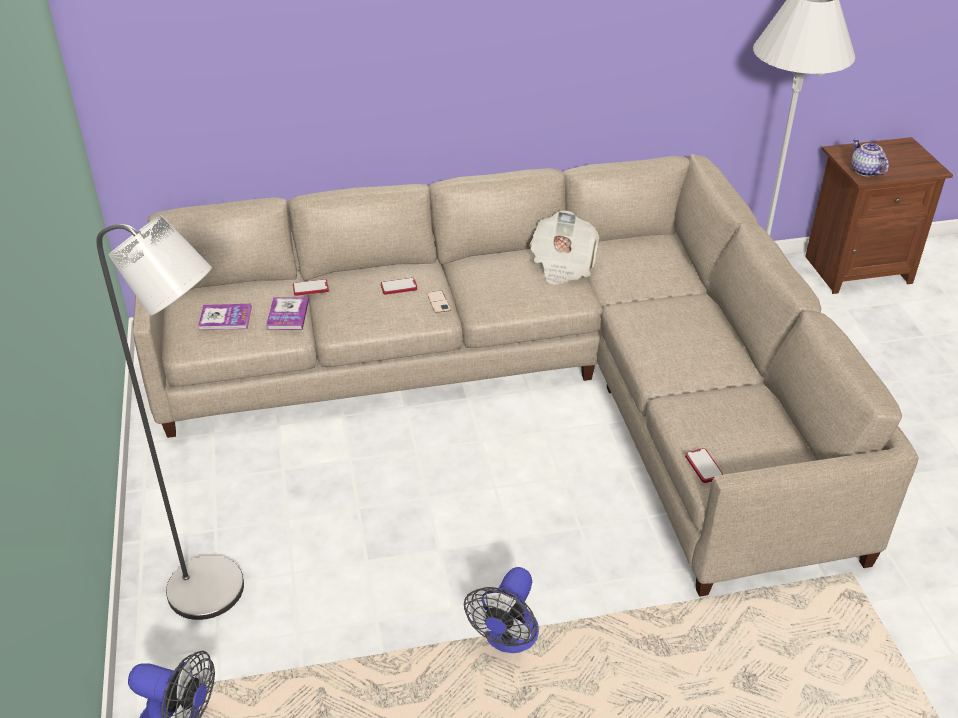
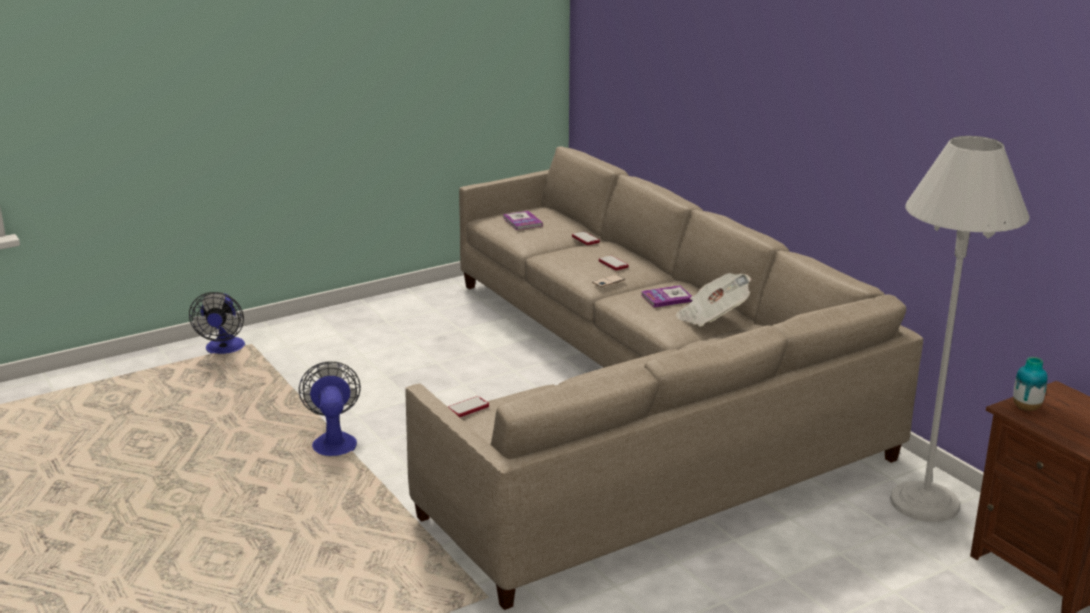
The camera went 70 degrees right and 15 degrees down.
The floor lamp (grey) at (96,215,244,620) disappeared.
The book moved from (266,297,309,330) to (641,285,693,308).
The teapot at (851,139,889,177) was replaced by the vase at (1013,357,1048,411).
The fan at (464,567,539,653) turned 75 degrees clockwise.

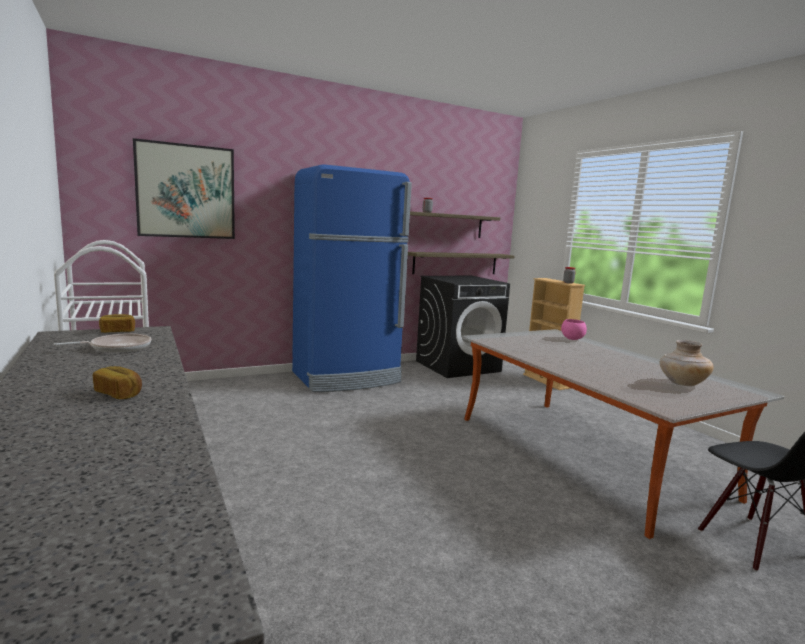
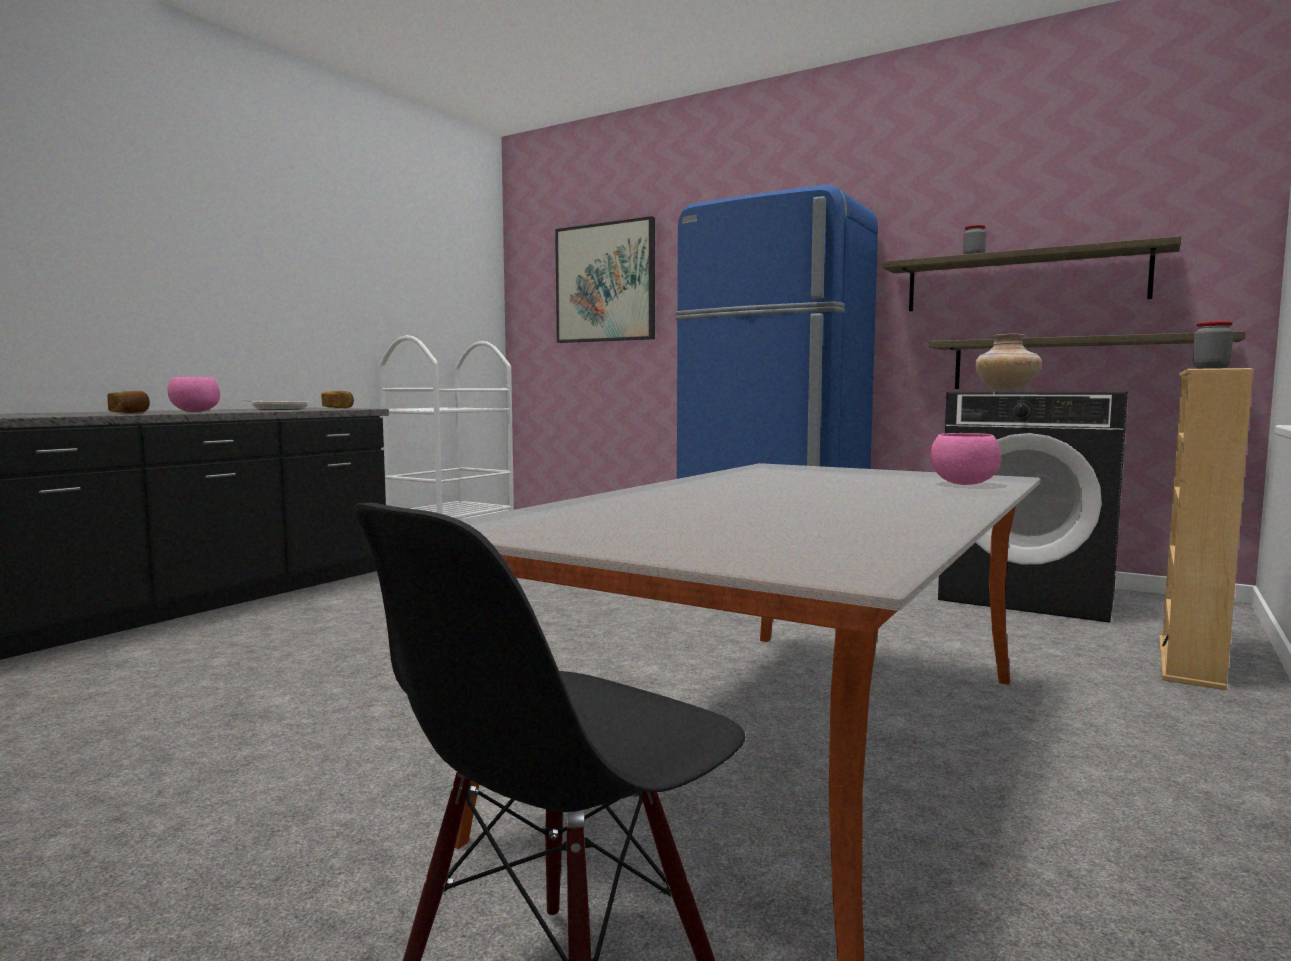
The camera went 60 degrees right and 5 degrees down.
The bowl (pink) at (167,377,220,412) appeared.
The vase (beige) moved from (660,340,714,386) to (975,334,1042,391).

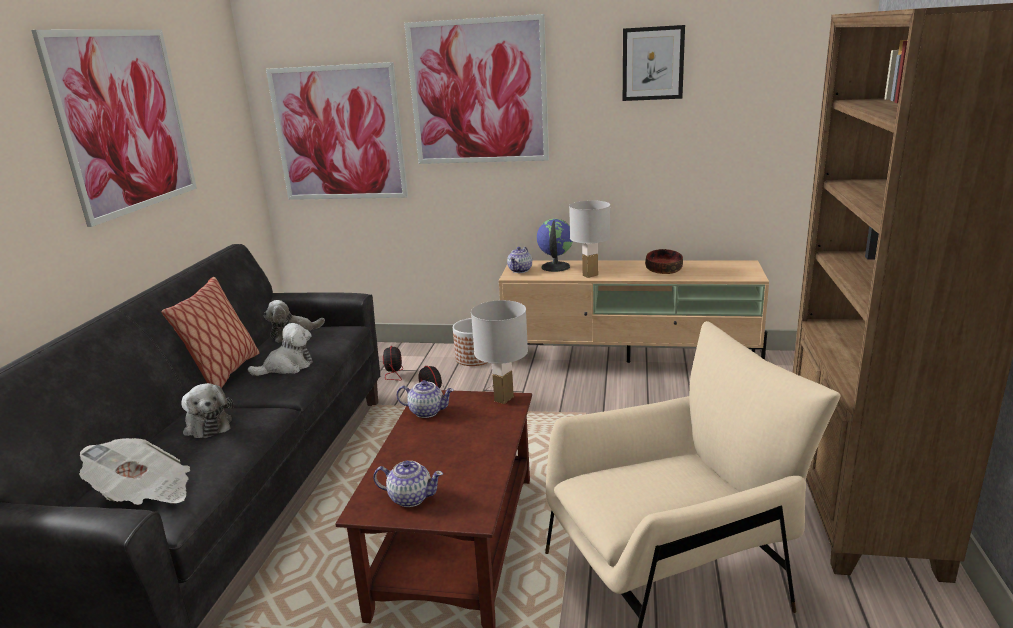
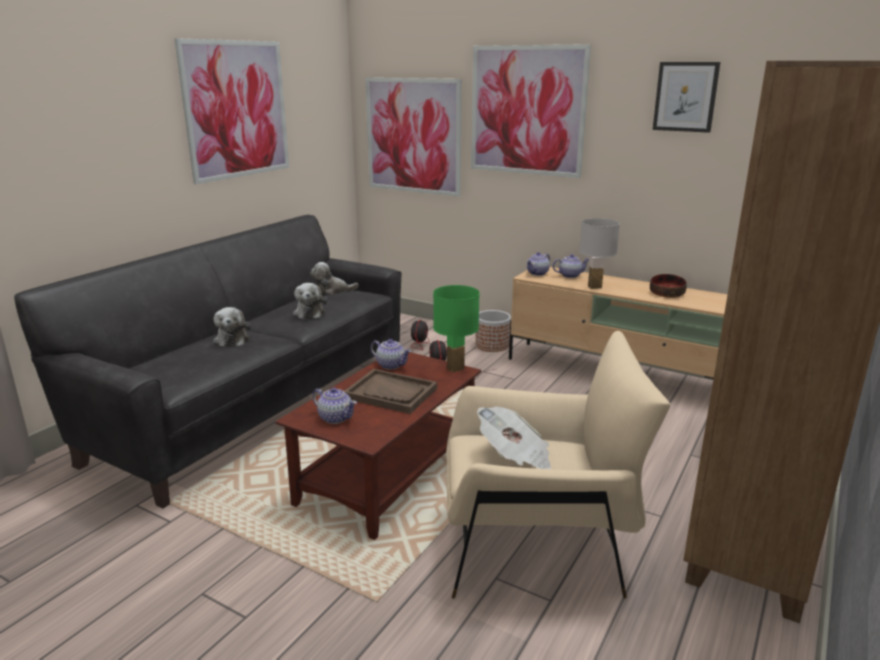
The camera went 20 degrees right and 0 degrees up.
The pillow at (162,277,259,388) disappeared.
The tray (brown) at (344,369,437,414) appeared.
The newspaper moved from (79,438,190,505) to (477,406,551,469).
The globe at (537,219,573,272) was replaced by the teapot at (553,254,590,278).
The table lamp (white) at (471,300,528,404) became the table lamp (green) at (433,285,480,372).
The plush toy at (248,323,313,376) turned 90 degrees clockwise.

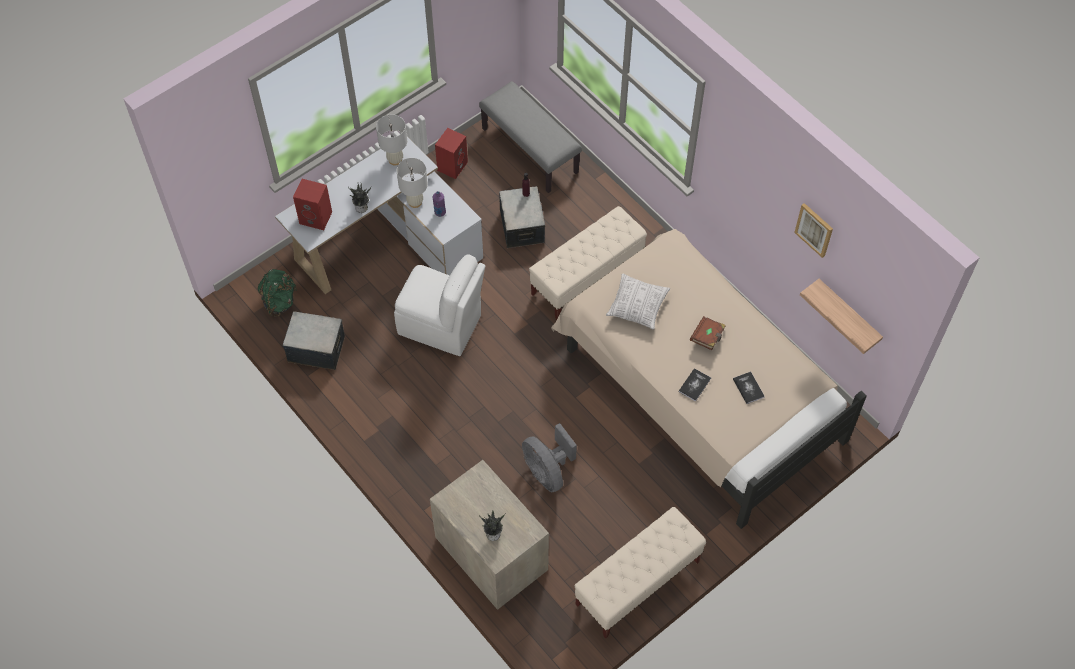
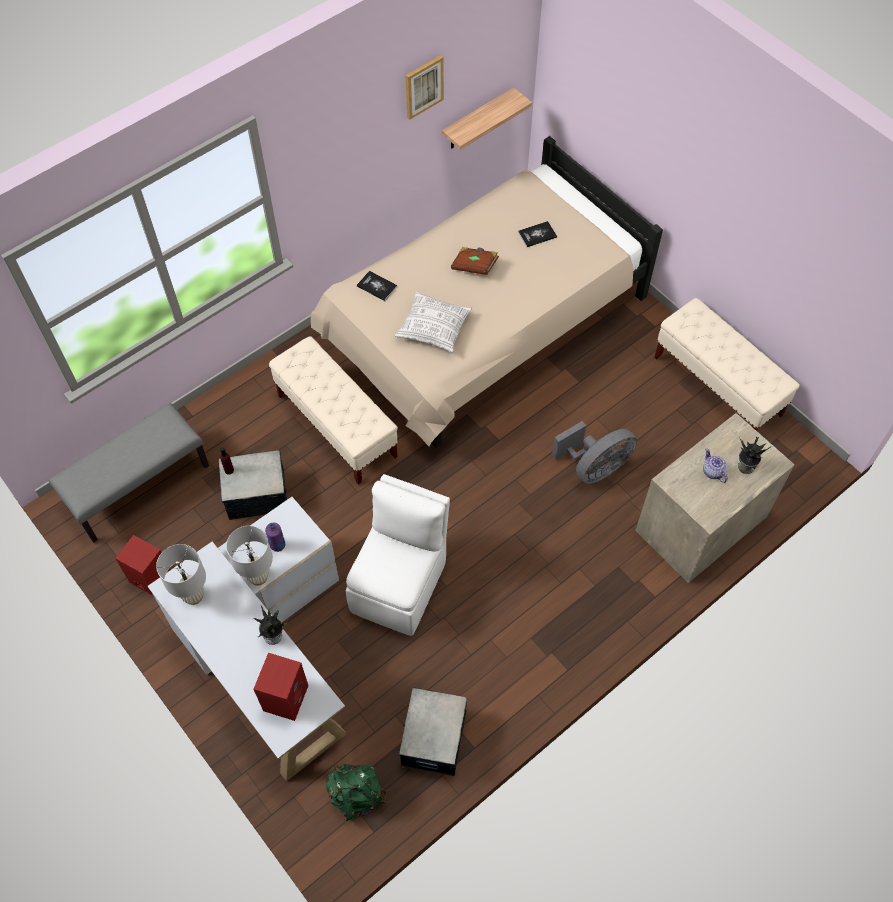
The camera went 90 degrees left and 0 degrees up.
The teapot at (703,448,727,483) appeared.
The book moved from (678,368,711,402) to (357,271,397,301).

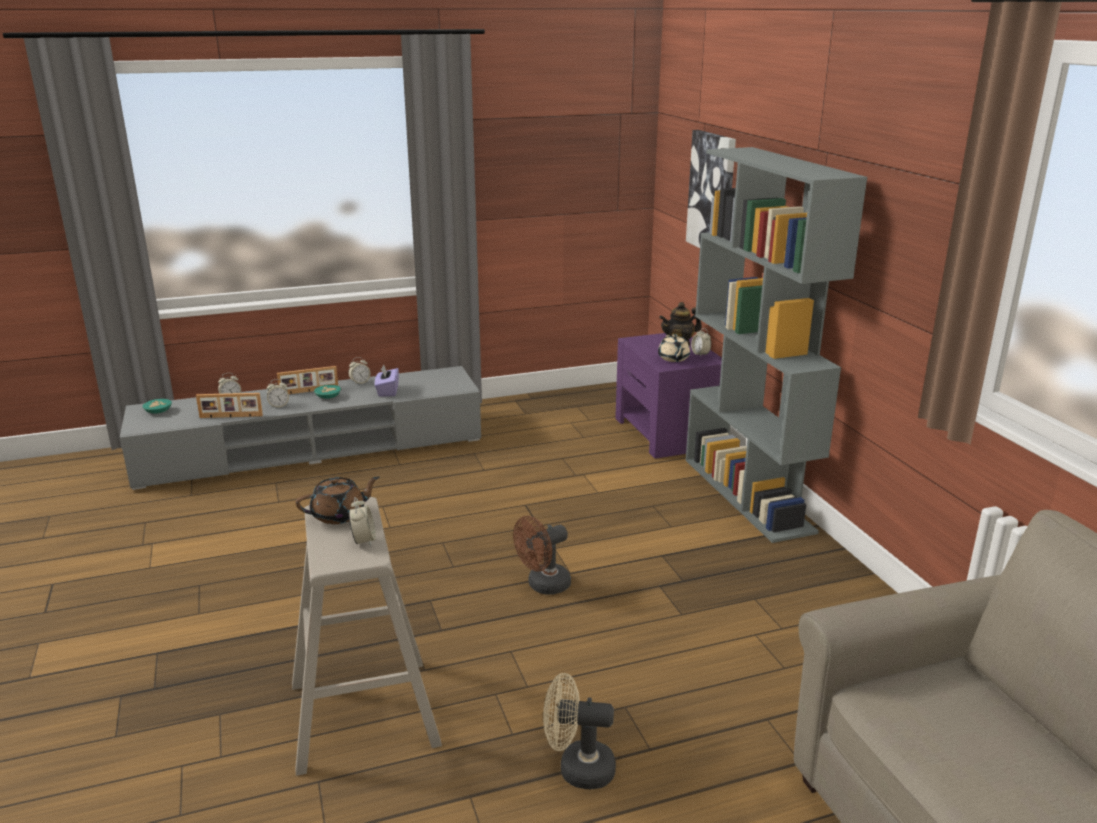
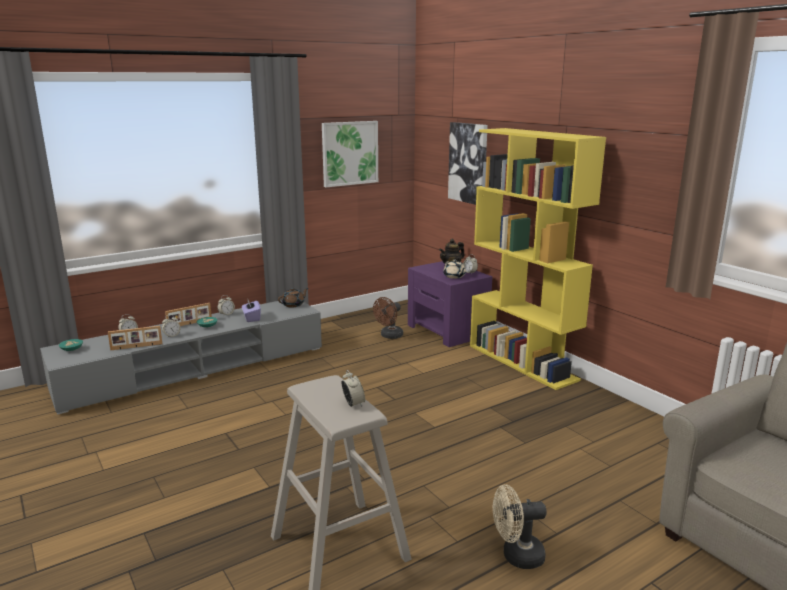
The camera went 15 degrees left and 5 degrees down.
The picture at (322,121,378,187) appeared.
The teapot (brown) moved from (295,476,379,524) to (278,288,308,307).
The fan (brown) moved from (513,516,571,594) to (373,297,403,339).
The bookcase (grey) at (686,147,867,543) became the bookcase (yellow) at (470,128,606,390).

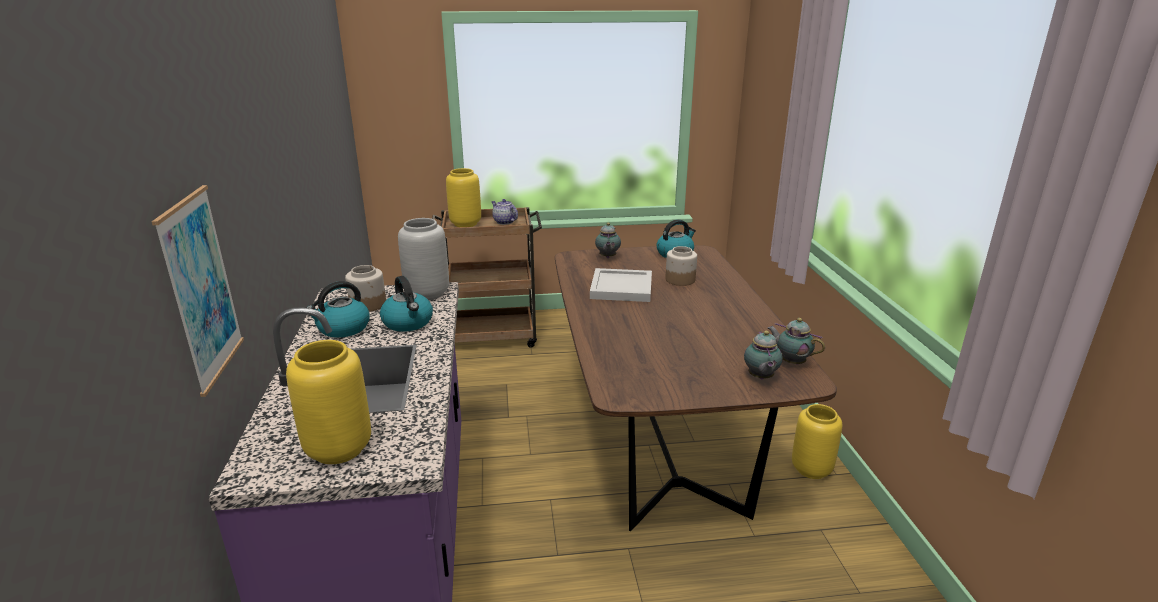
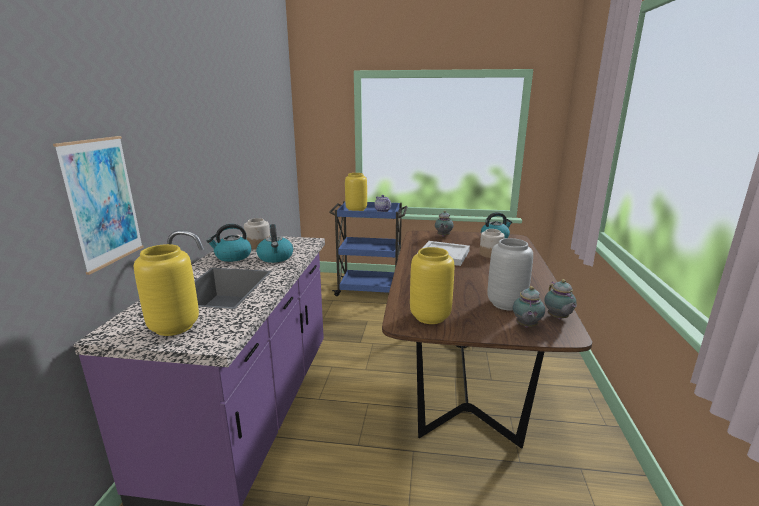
The camera went 15 degrees right and 5 degrees down.
The vase (grey) moved from (398,218,449,300) to (487,238,533,310).
The vase (yellow) moved from (792,404,843,479) to (410,247,454,324).
The cart (brown) at (432,207,542,348) became the cart (blue) at (329,201,408,296).
The teapot at (768,318,825,364) turned 150 degrees counterclockwise.

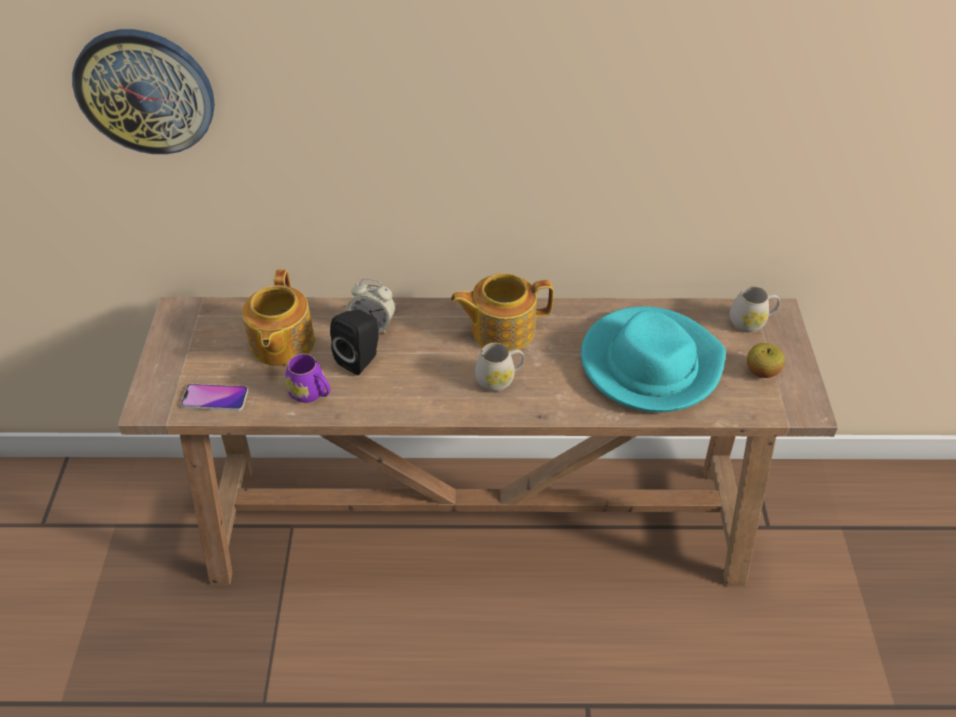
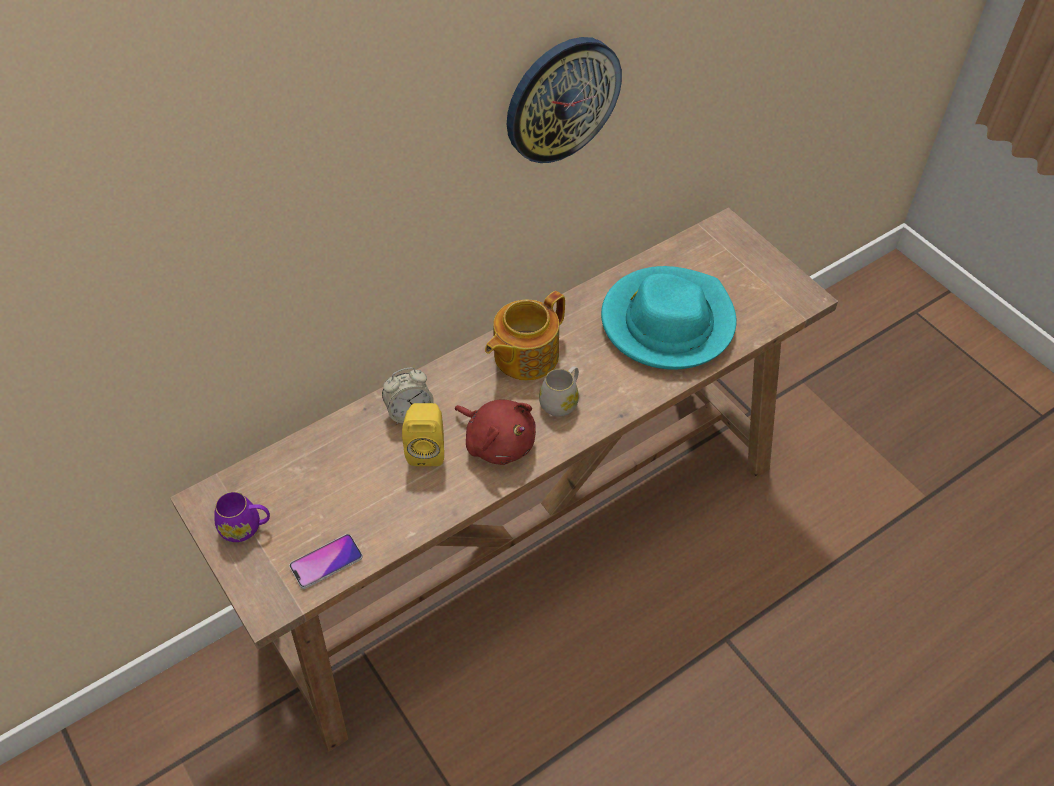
The camera went 35 degrees left and 5 degrees up.
The teapot at (242,270,315,366) disappeared.
The mug (white) at (730,286,780,332) disappeared.
The apple at (747,343,785,378) disappeared.
The plush toy (red) at (455,399,536,465) appeared.
The wall clock moved from (72,29,215,154) to (507,37,622,163).
The mug (purple) moved from (285,354,330,403) to (214,492,270,542).
The speaker (black) at (330,310,379,375) became the speaker (yellow) at (402,403,444,466).

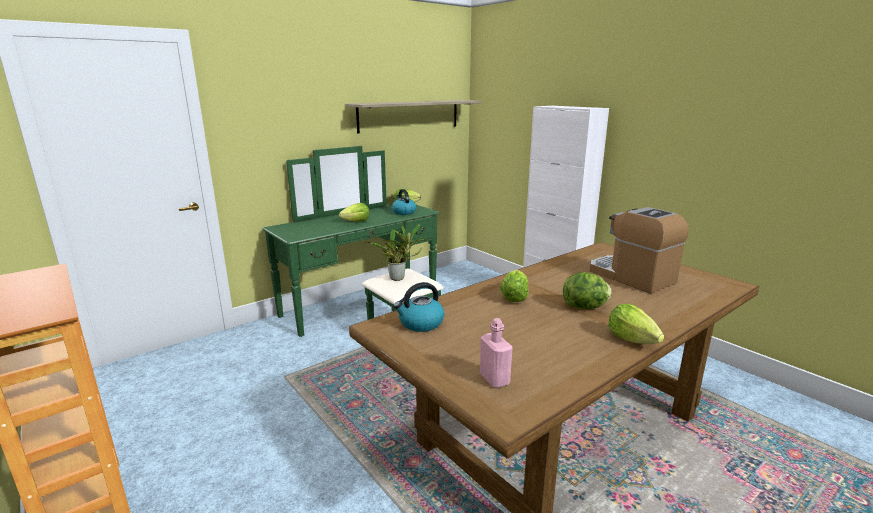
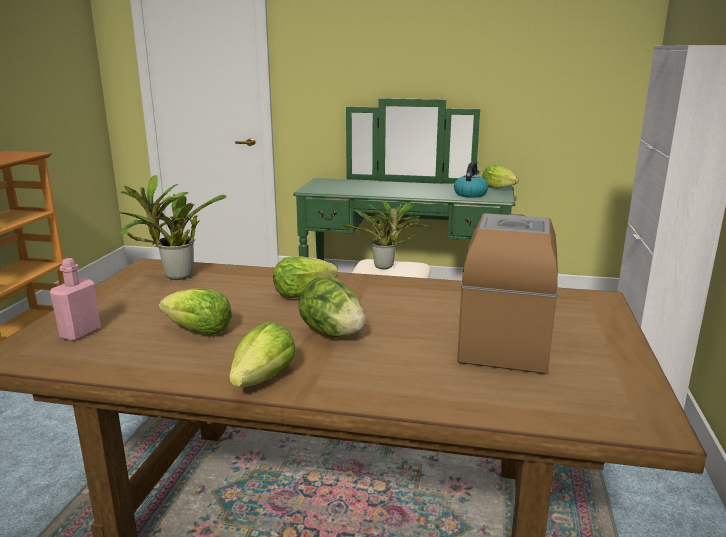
The camera went 50 degrees right and 0 degrees up.
The shelf at (346,100,482,134) disappeared.
The lettuce moved from (339,203,369,221) to (159,288,232,335).
The kettle at (393,282,444,332) was replaced by the potted plant at (117,175,227,280).

